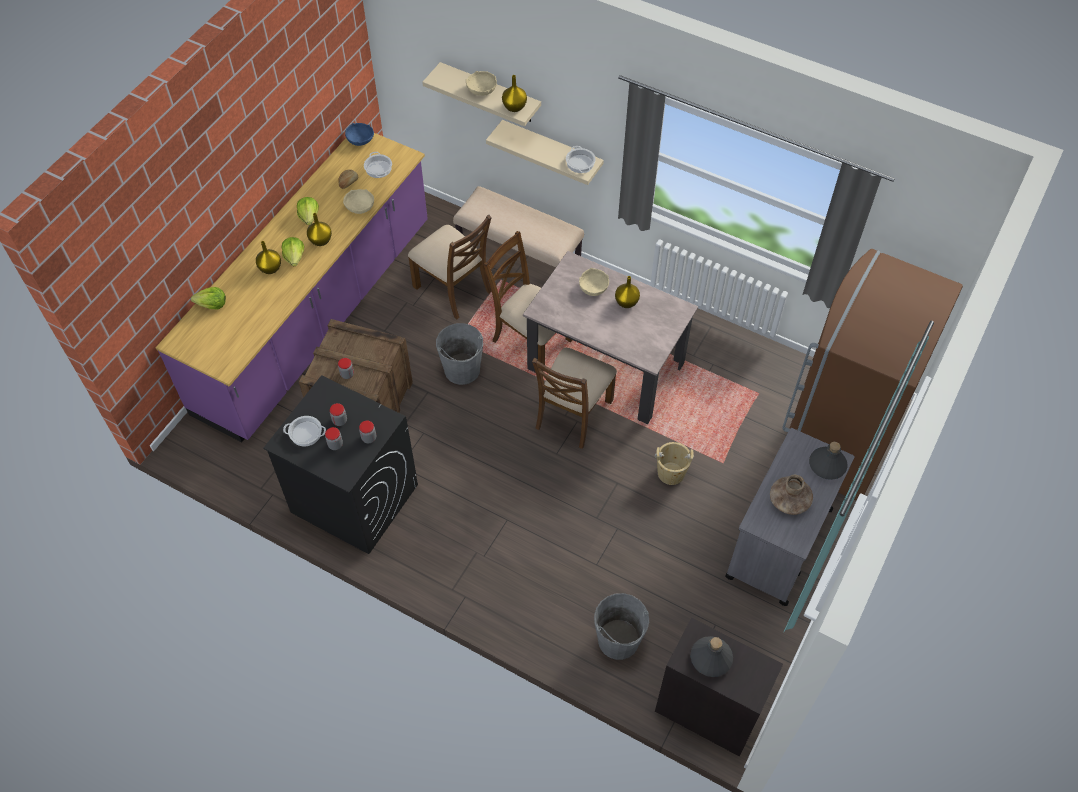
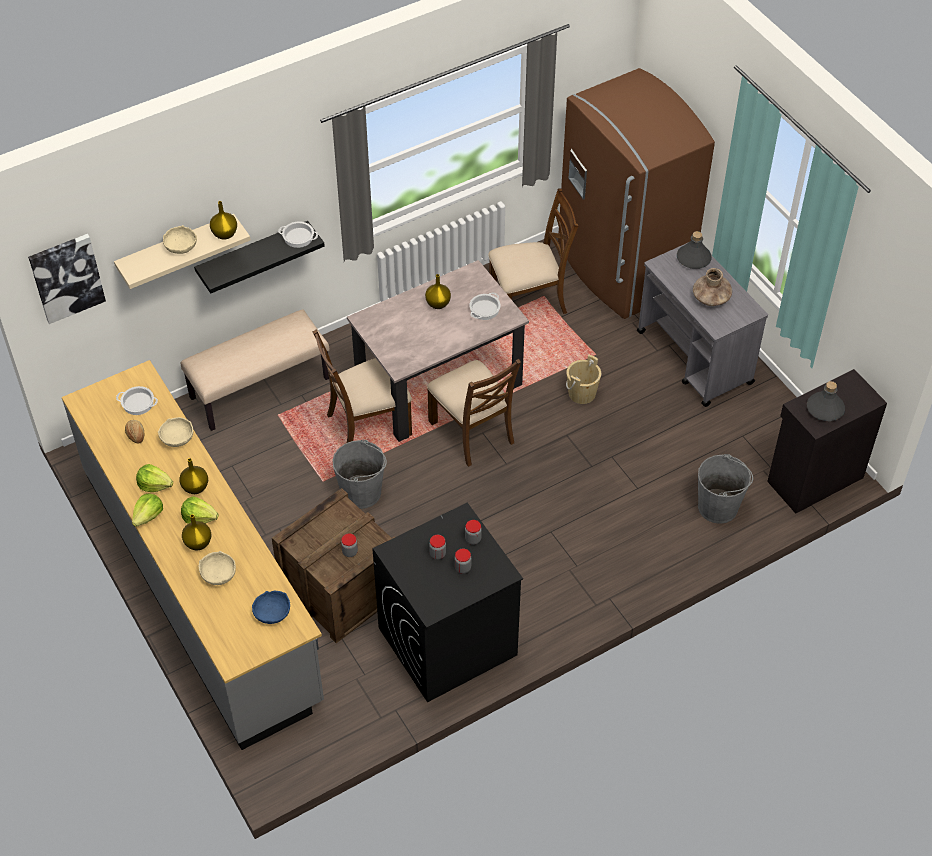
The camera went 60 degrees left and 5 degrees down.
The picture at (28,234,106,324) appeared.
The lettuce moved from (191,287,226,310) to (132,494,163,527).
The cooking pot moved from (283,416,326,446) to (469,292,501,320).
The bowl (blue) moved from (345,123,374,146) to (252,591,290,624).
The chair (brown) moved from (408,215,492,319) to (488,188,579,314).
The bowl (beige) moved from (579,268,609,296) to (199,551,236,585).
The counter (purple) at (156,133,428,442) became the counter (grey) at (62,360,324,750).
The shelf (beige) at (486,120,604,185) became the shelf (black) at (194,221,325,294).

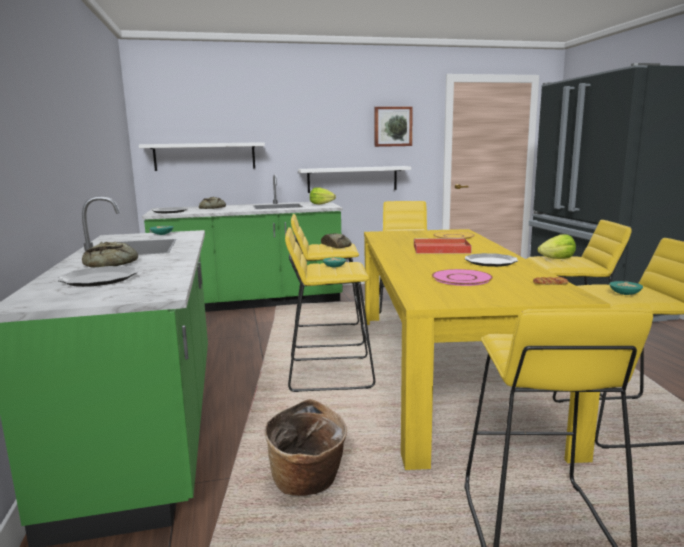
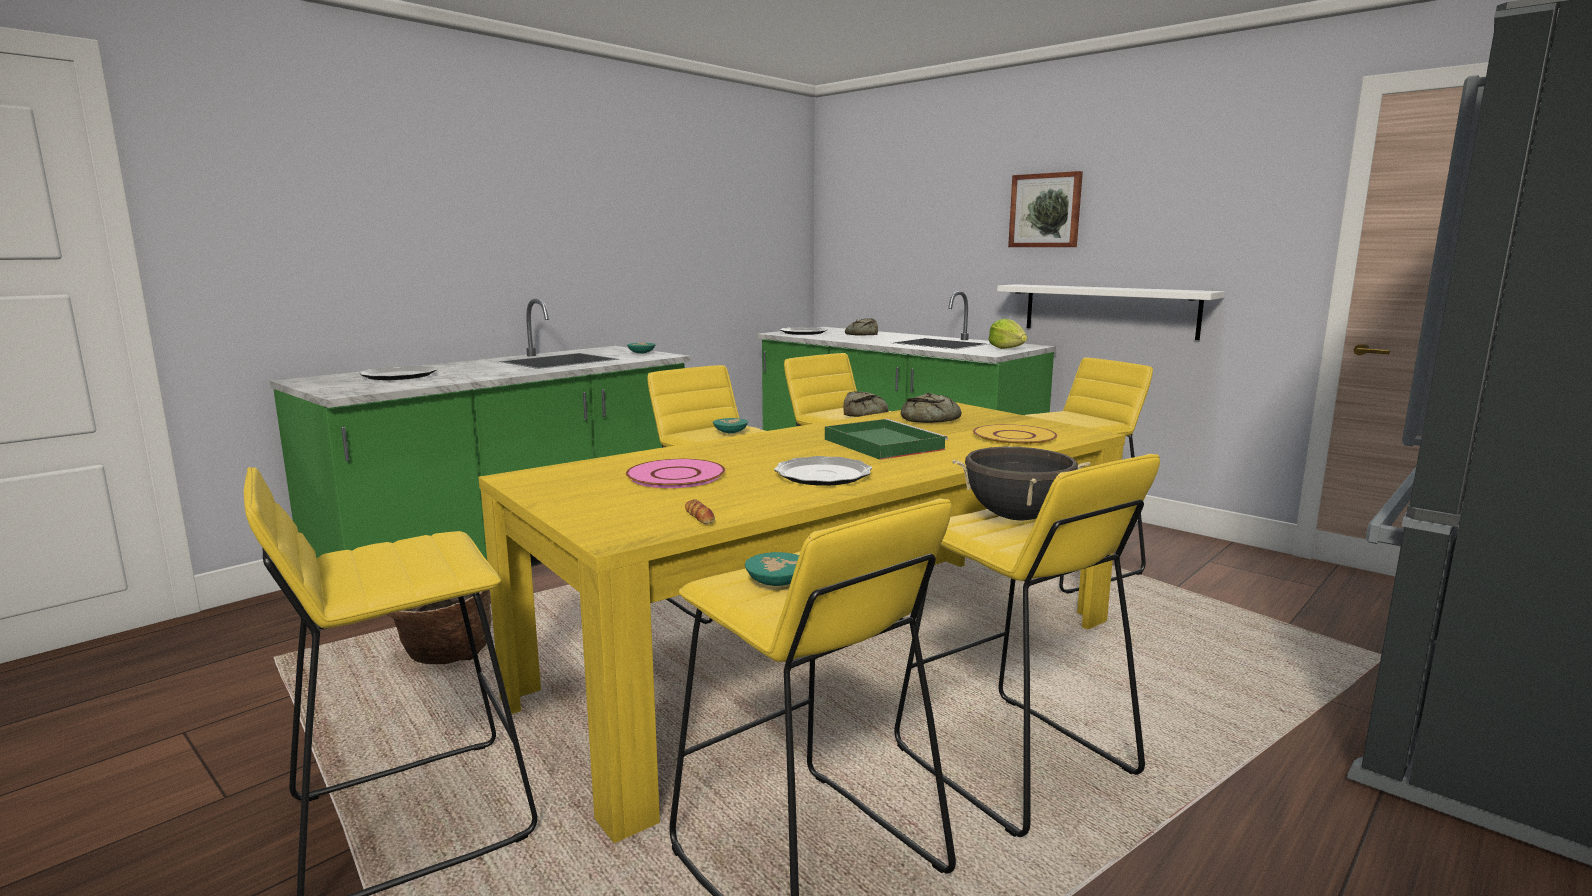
The camera went 55 degrees right and 0 degrees up.
The shelf (white) at (139,142,265,171) disappeared.
The bread moved from (82,242,138,268) to (901,393,961,423).
The picture moved from (374,106,413,147) to (1008,171,1083,247).
The lettuce at (537,234,576,259) was replaced by the cooking pot (black) at (952,446,1090,520).
The tray (red) at (414,238,472,254) became the tray (green) at (825,419,948,460).

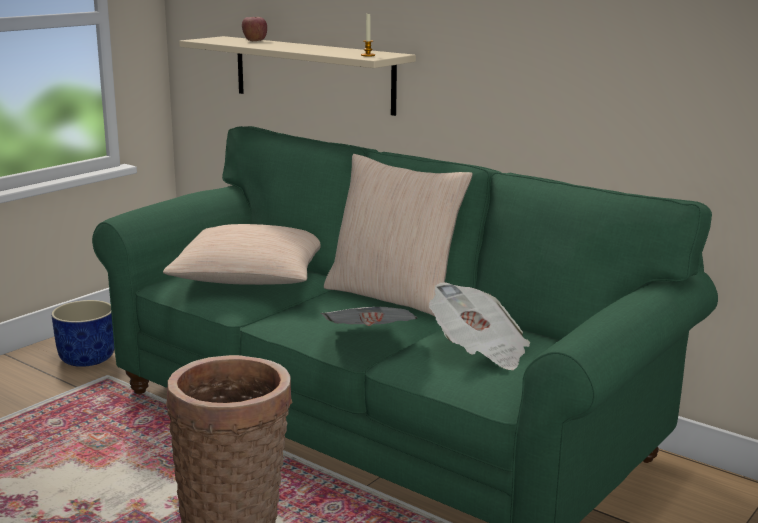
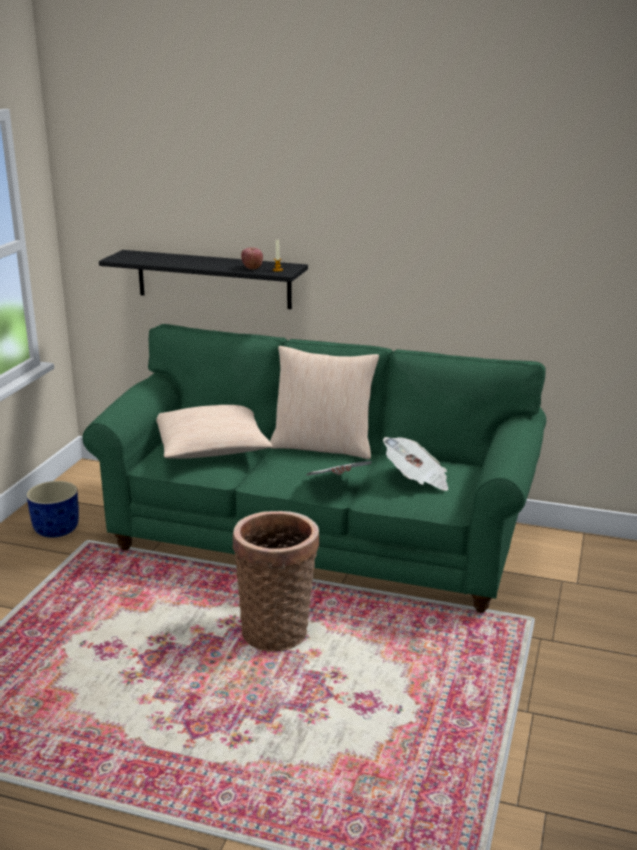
The camera went 20 degrees left and 5 degrees up.
The apple moved from (242,17,267,41) to (241,248,263,270).
The shelf (beige) at (179,36,416,116) became the shelf (black) at (99,250,308,309).

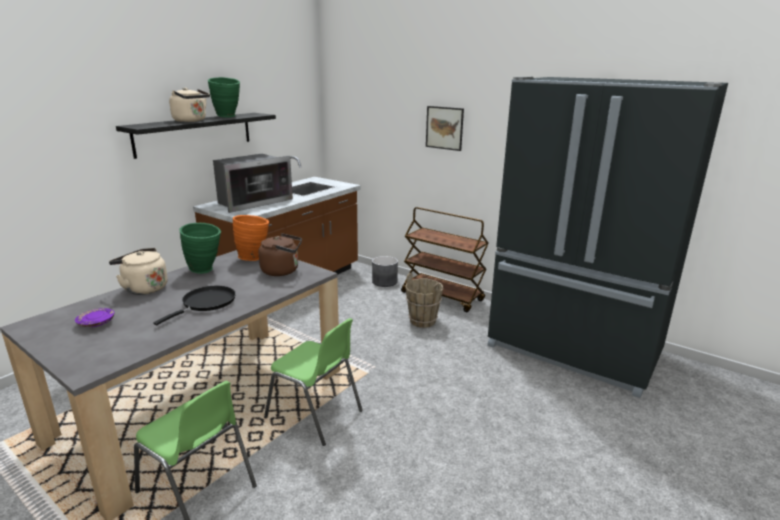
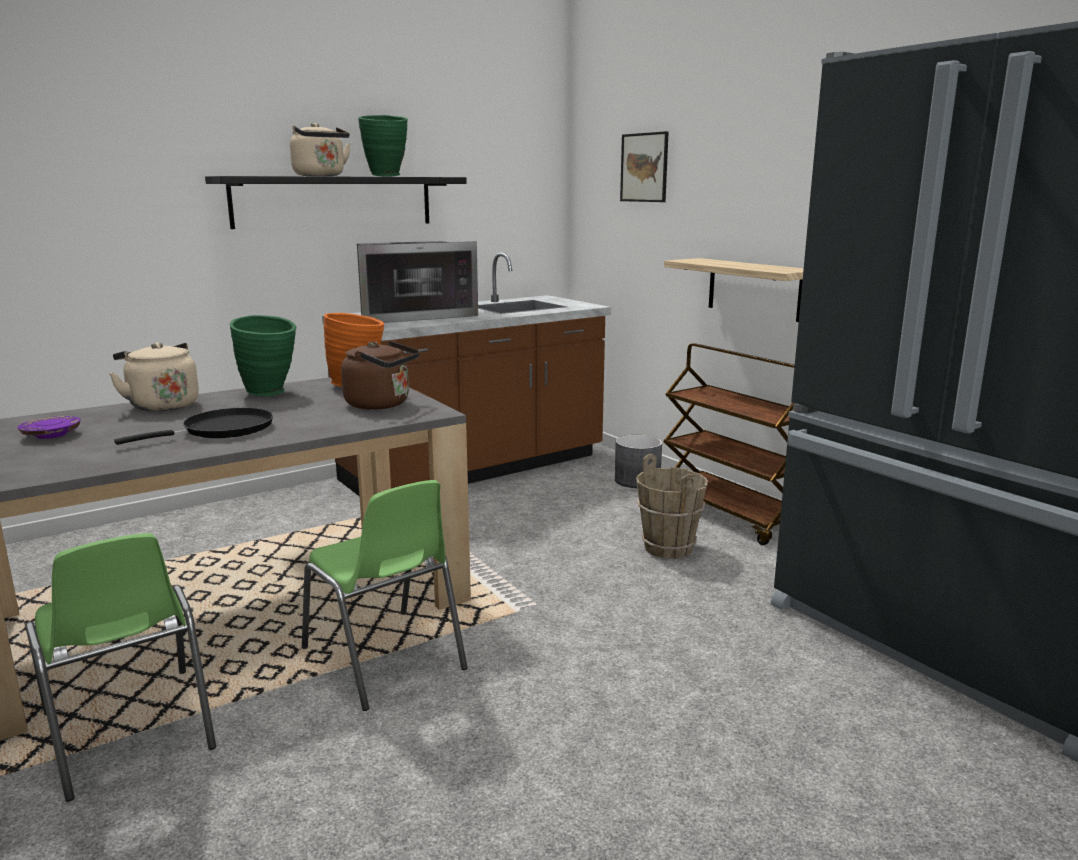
The camera went 20 degrees right and 5 degrees down.
The shelf at (664,258,804,322) appeared.
The picture moved from (426,106,464,151) to (620,131,669,202).

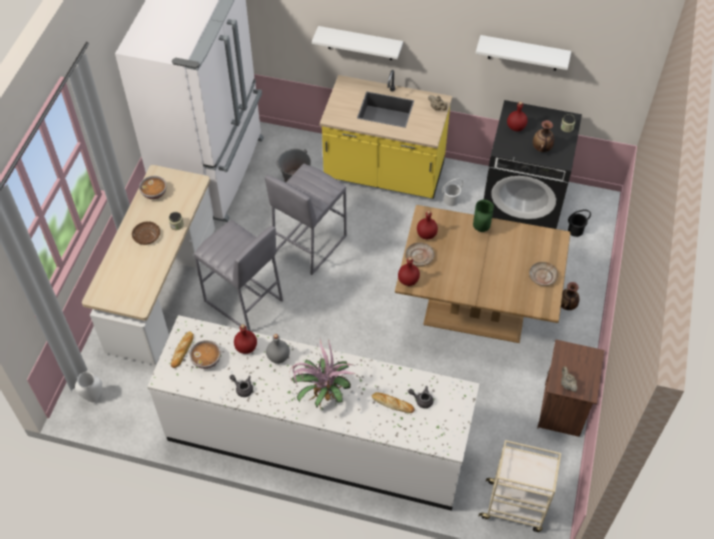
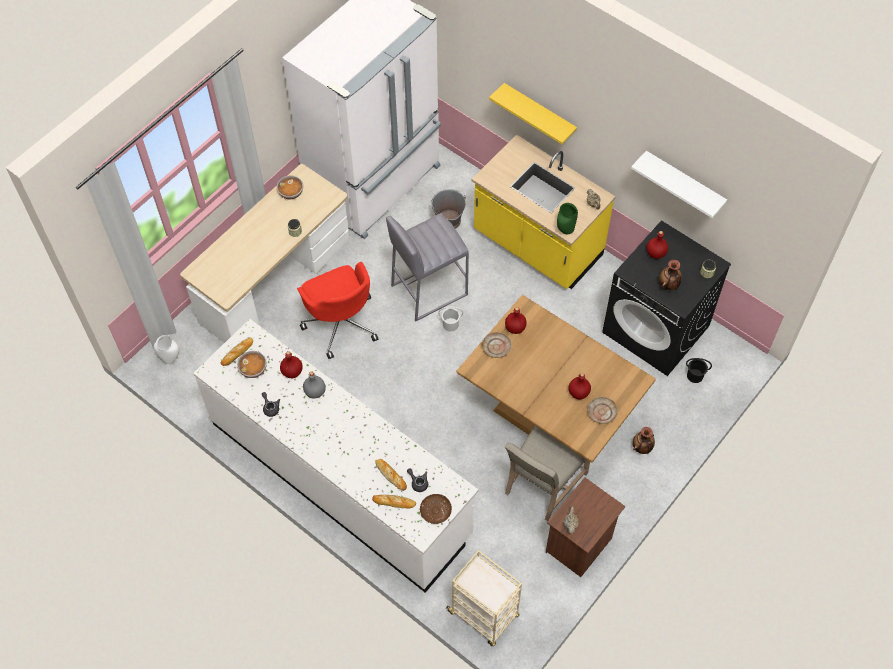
The camera went 25 degrees right and 5 degrees up.
The potted plant at (289,339,356,410) disappeared.
The bread at (372,495,416,508) appeared.
The chair (beige) at (505,425,590,521) appeared.
The plate (brown) moved from (132,221,160,245) to (420,494,452,524).
The bottle (red) moved from (398,257,420,286) to (568,373,591,400).
The bucket (white) moved from (442,178,463,206) to (438,306,463,332).
The vase (green) moved from (473,200,494,232) to (557,203,578,234).
The stool (grey) at (194,220,283,331) was replaced by the office chair (red) at (297,262,378,359).
The shelf (white) at (312,26,403,60) became the shelf (yellow) at (489,83,577,144).

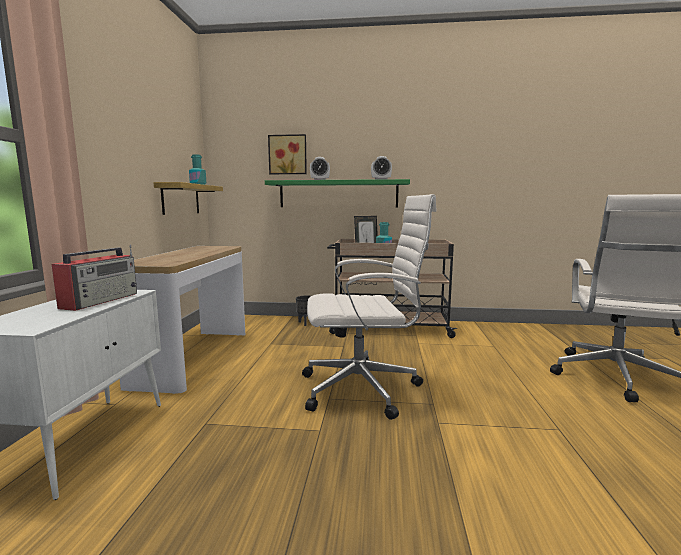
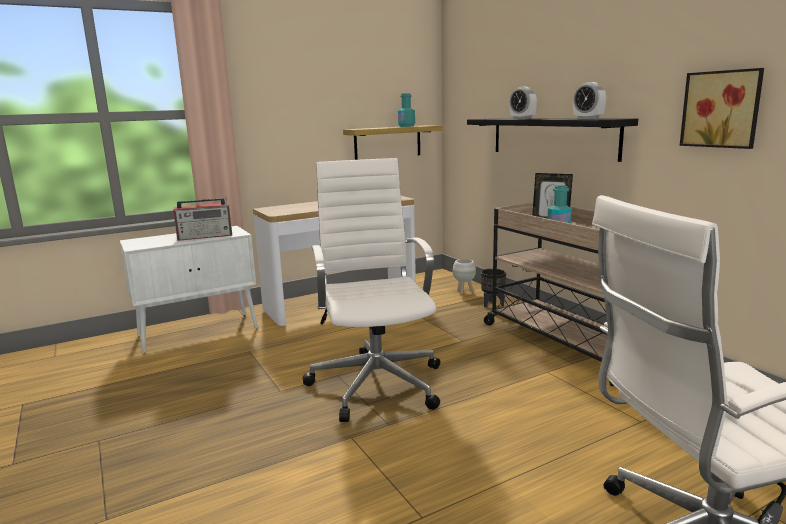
The camera went 55 degrees right and 5 degrees up.
The planter (white) at (453,259,476,294) appeared.
The picture moved from (268,134,307,174) to (680,68,764,149).
The shelf (green) at (265,179,410,207) became the shelf (black) at (467,118,638,162).
The office chair (white) at (302,194,437,420) turned 150 degrees counterclockwise.

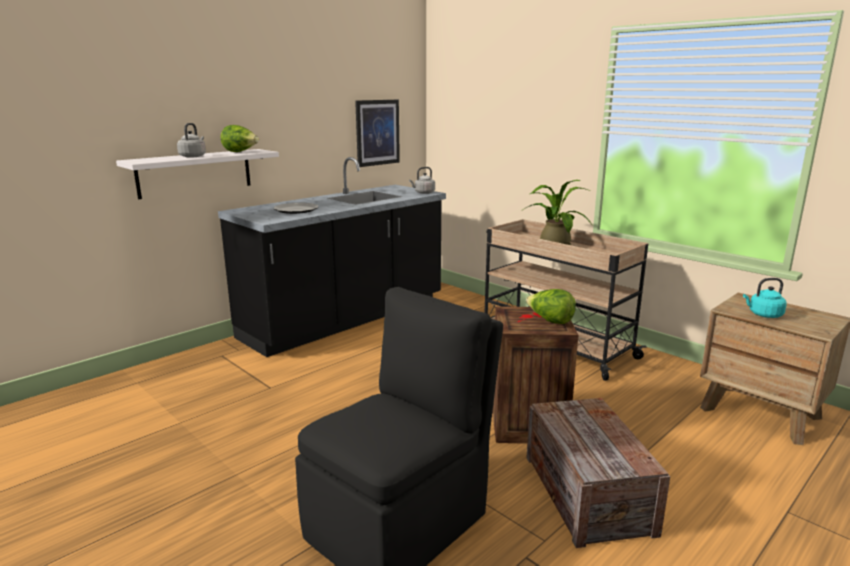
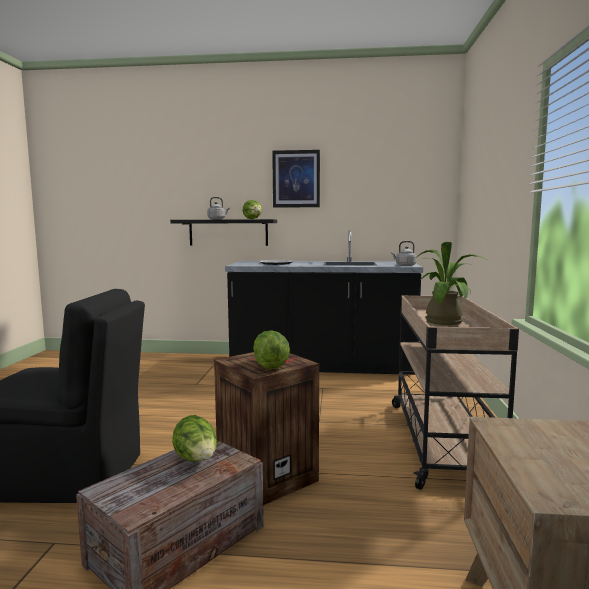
The camera went 50 degrees right and 10 degrees down.
The kettle (turquoise) at (743,278,787,318) disappeared.
The lettuce at (172,415,217,462) appeared.
The picture moved from (355,100,400,167) to (272,150,320,208).
The shelf (white) at (116,149,279,199) became the shelf (black) at (170,219,277,246).

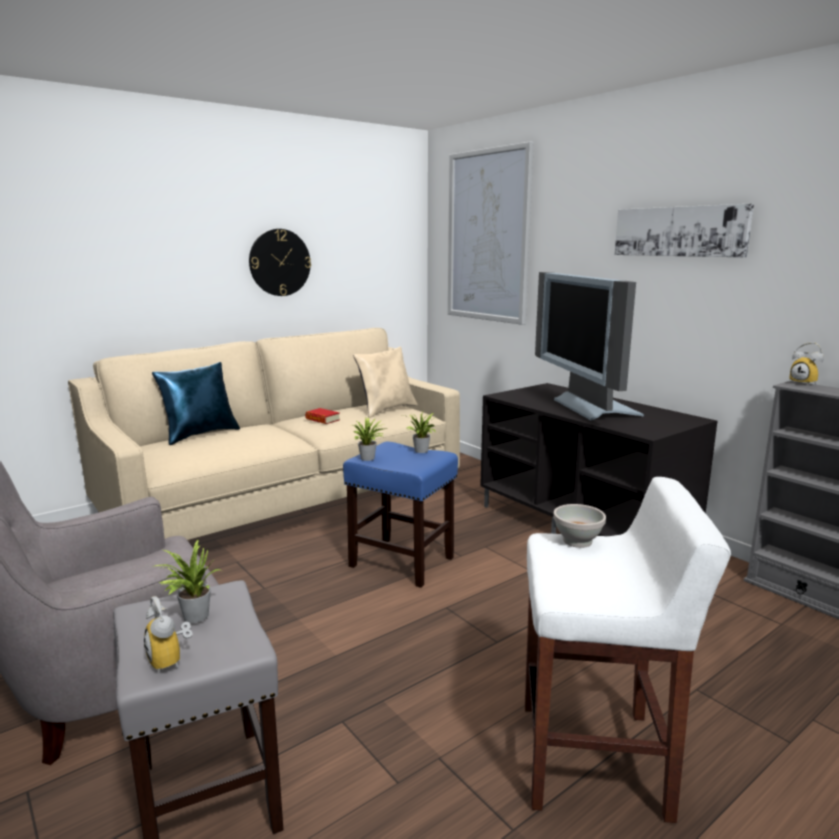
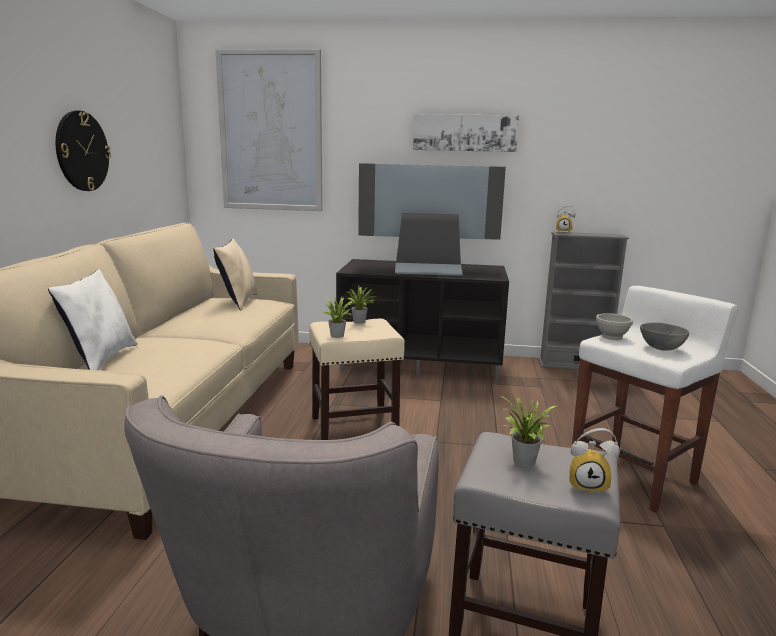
The camera went 45 degrees left and 0 degrees up.
The book at (305,408,340,424) disappeared.
The bowl (grey) at (640,322,689,351) appeared.
The pillow (blue) at (152,362,240,445) became the pillow (white) at (48,269,138,370).
The stool (blue) at (343,442,458,588) became the stool (beige) at (310,319,405,440).
The television at (535,272,644,420) turned 150 degrees clockwise.

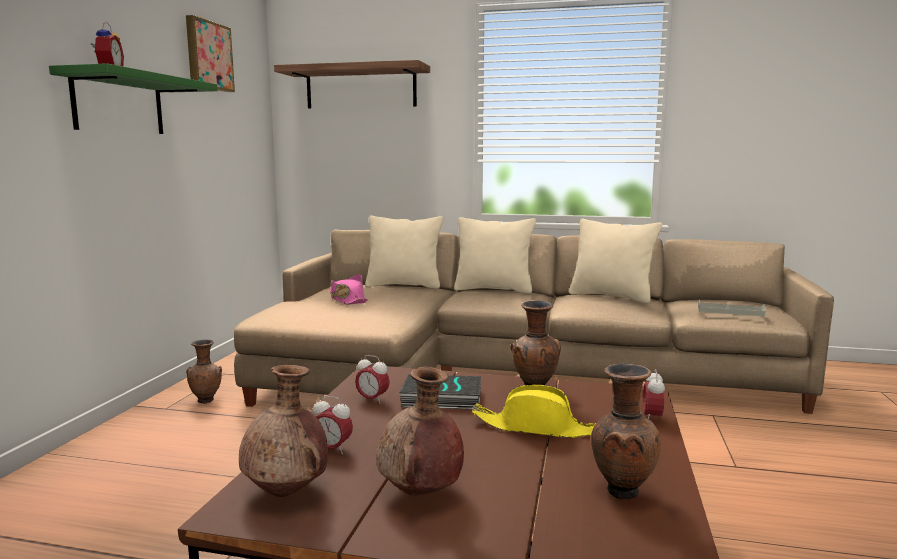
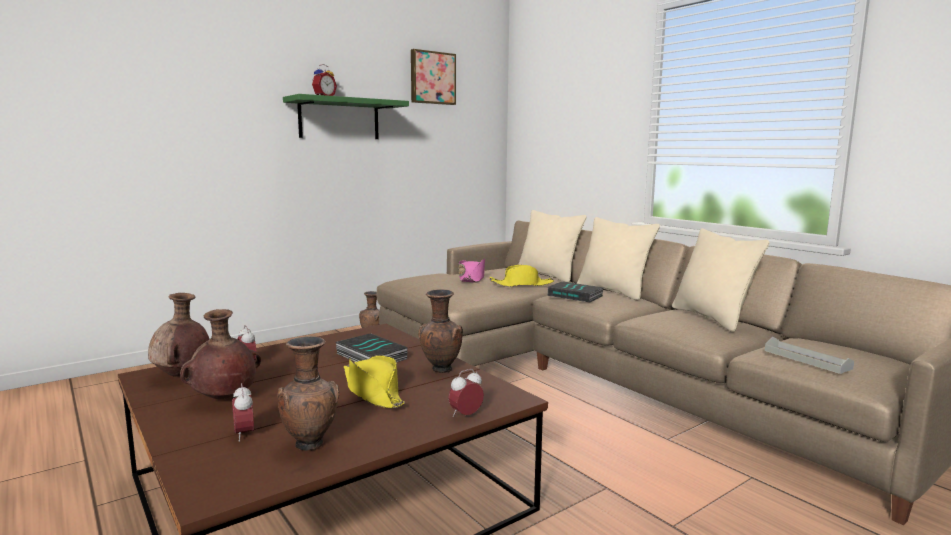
The camera went 40 degrees right and 0 degrees up.
The shelf at (274,60,430,109) disappeared.
The hat (yellow) at (489,265,554,287) appeared.
The book at (548,281,604,302) appeared.
The alarm clock moved from (355,355,390,404) to (232,383,254,442).

